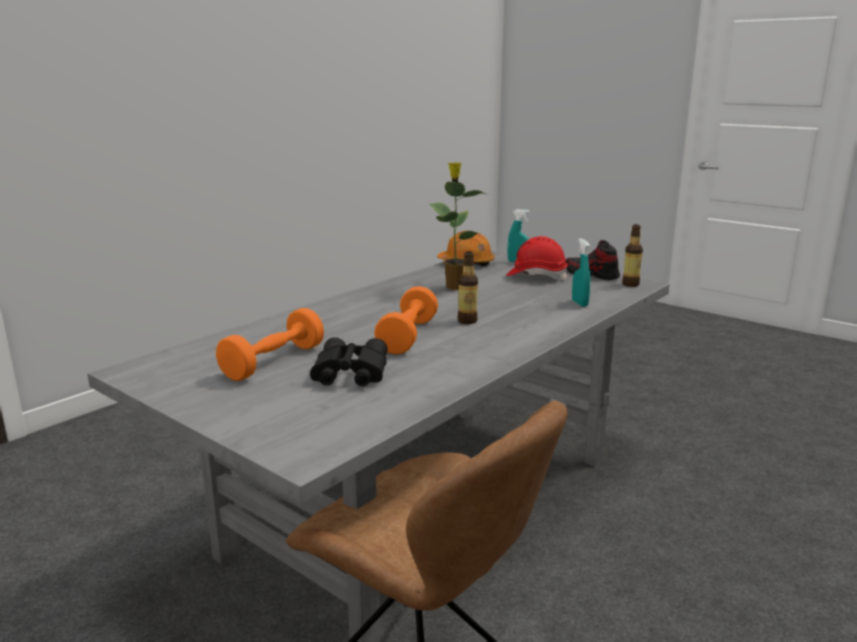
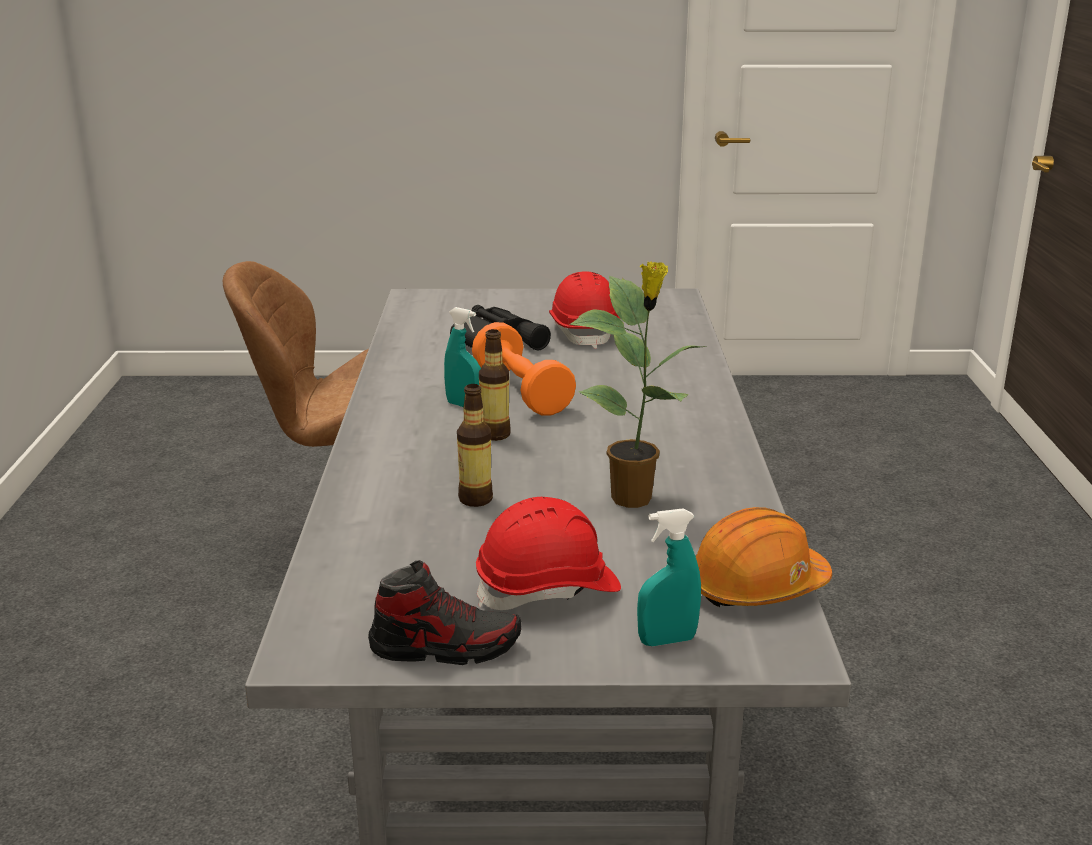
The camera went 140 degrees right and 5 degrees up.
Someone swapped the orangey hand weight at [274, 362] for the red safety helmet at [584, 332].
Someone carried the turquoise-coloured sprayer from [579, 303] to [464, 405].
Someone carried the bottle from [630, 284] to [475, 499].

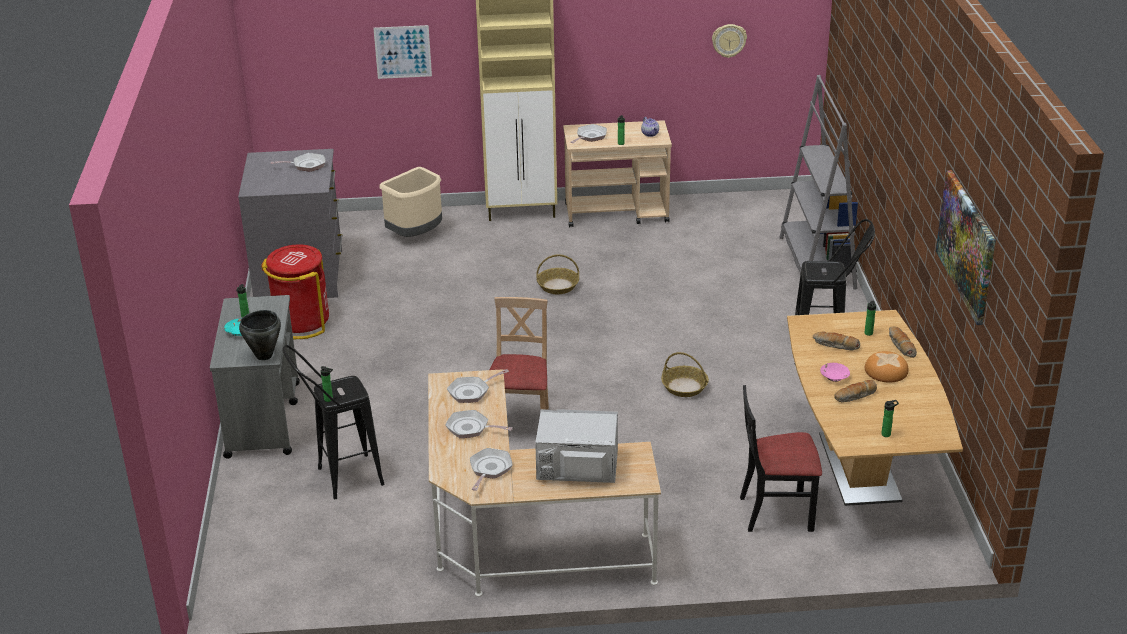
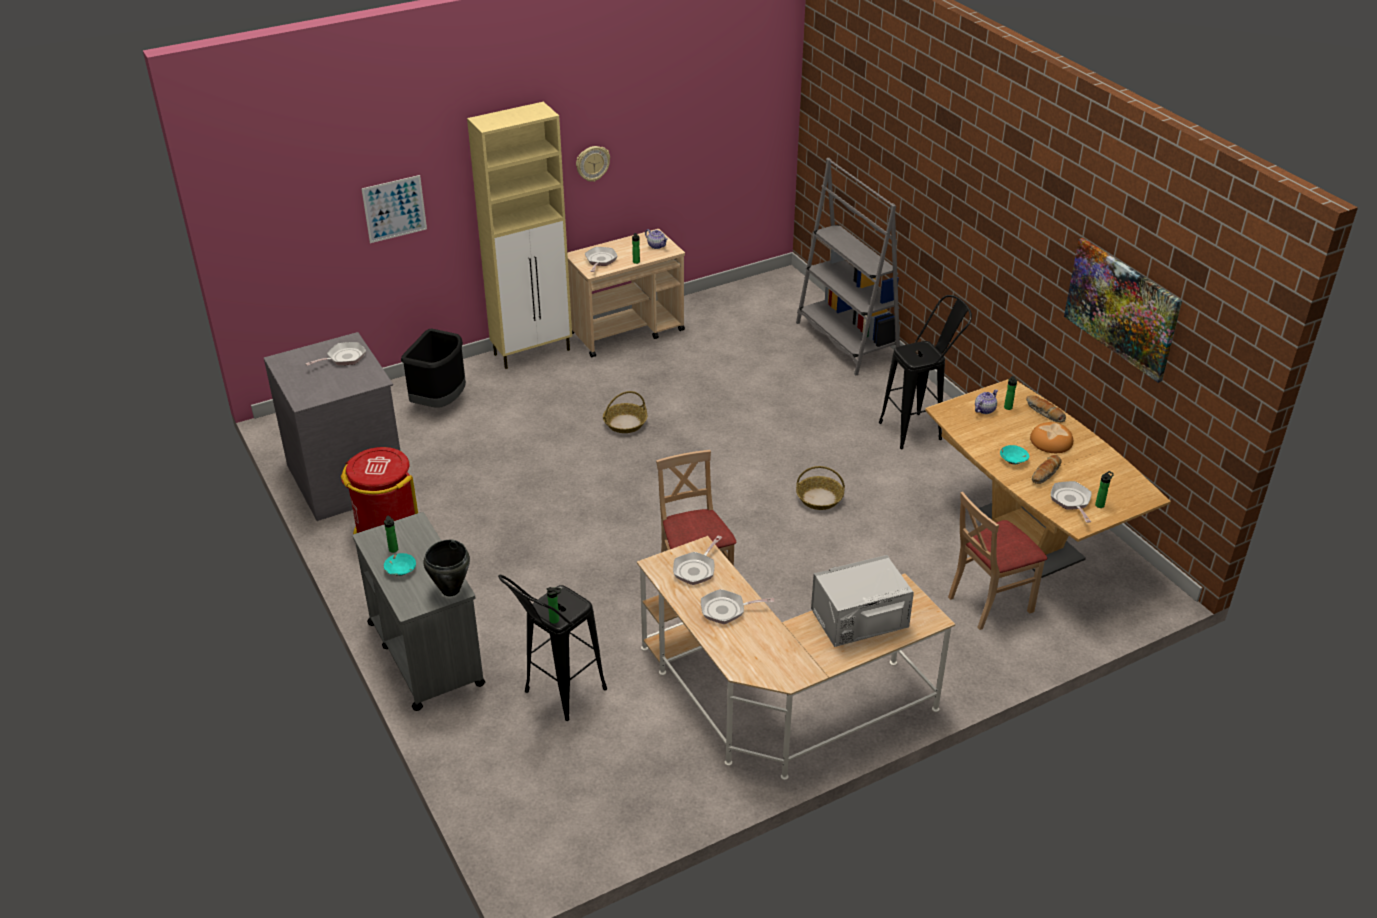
The camera went 25 degrees left and 5 degrees up.
Someone repainted the beige trash can at [416, 235], which became the black trash can at [440, 402].
Someone carried the skillet from [489, 469] to [1071, 501].
Someone carried the clock on the wall from [729, 40] to [592, 163].
Someone repainted the black plain chair at [776, 512], which became the beige plain chair at [989, 602].
Someone took away the bakery bread at [835, 345].
Someone repainted the pink-coloured deep dish at [834, 377], which became the turquoise-coloured deep dish at [1013, 459].
Someone put down the pot for tea at [984, 409].

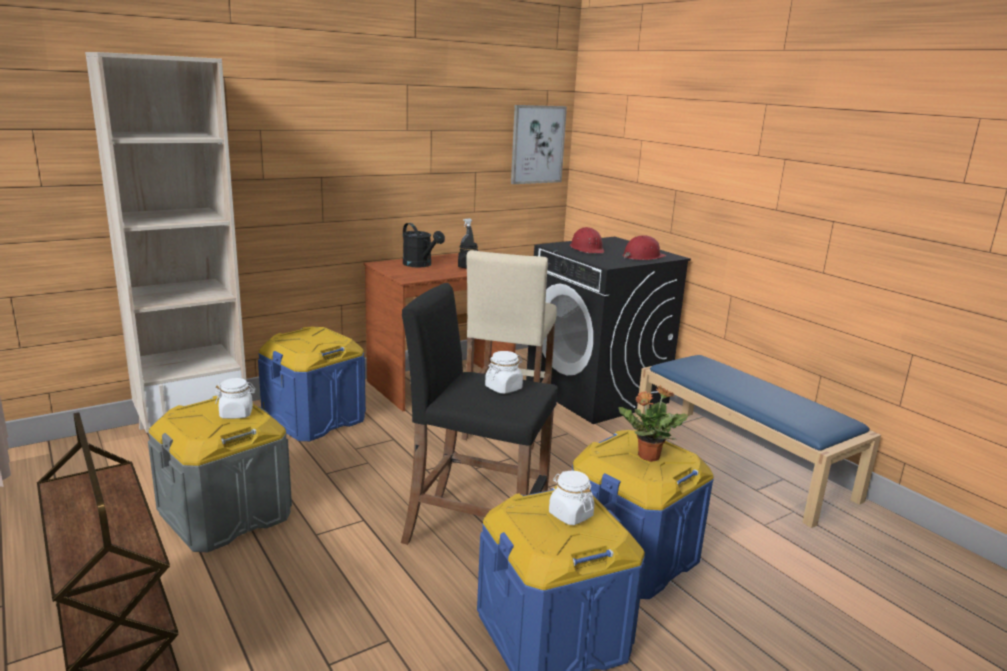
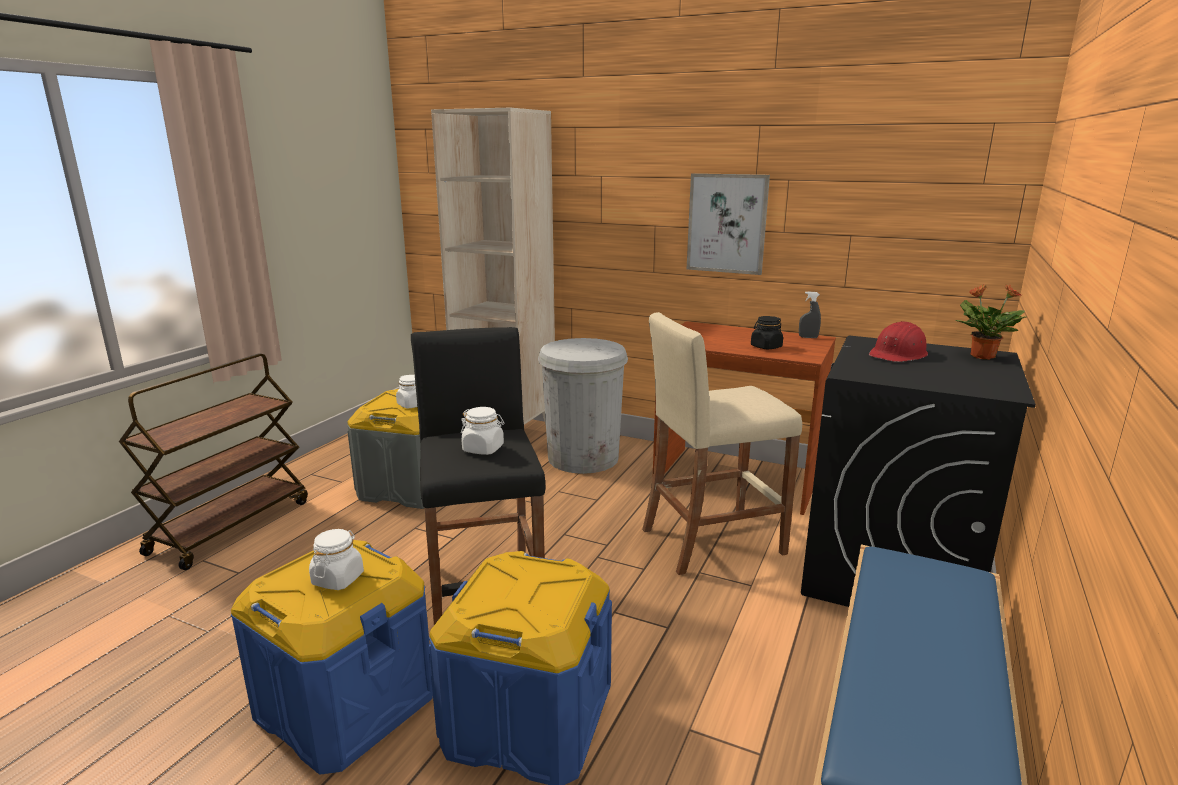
The camera went 60 degrees right and 0 degrees up.
Someone swapped the blue-coloured storage bin at [314, 419] for the whitish trash can at [583, 458].
Someone took away the black watering pot at [420, 265].
Someone carried the picture from [537, 144] to [727, 223].
Someone carried the potted plant from [647, 456] to [981, 356].
Someone took away the red safety helmet at [643, 257].

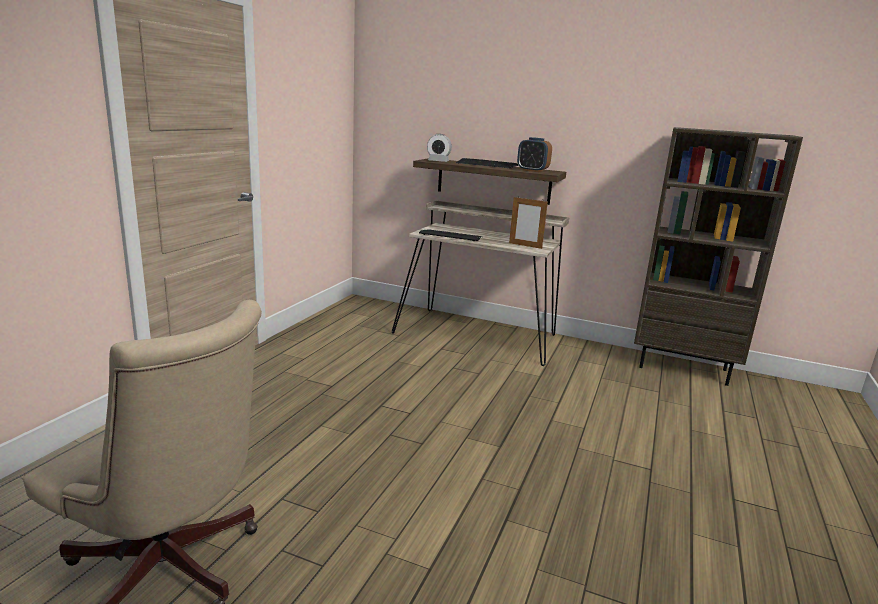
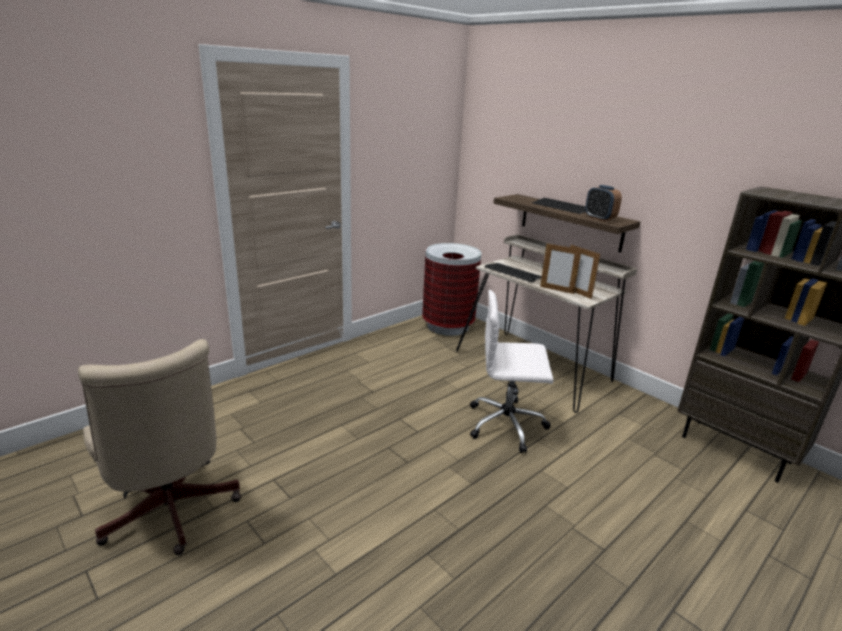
The camera went 25 degrees right and 5 degrees up.
Someone took away the table clock at [438, 161].
Someone put down the trash can at [448, 326].
Someone put down the whitish desk chair at [507, 424].
Someone put down the picture frame at [556, 290].

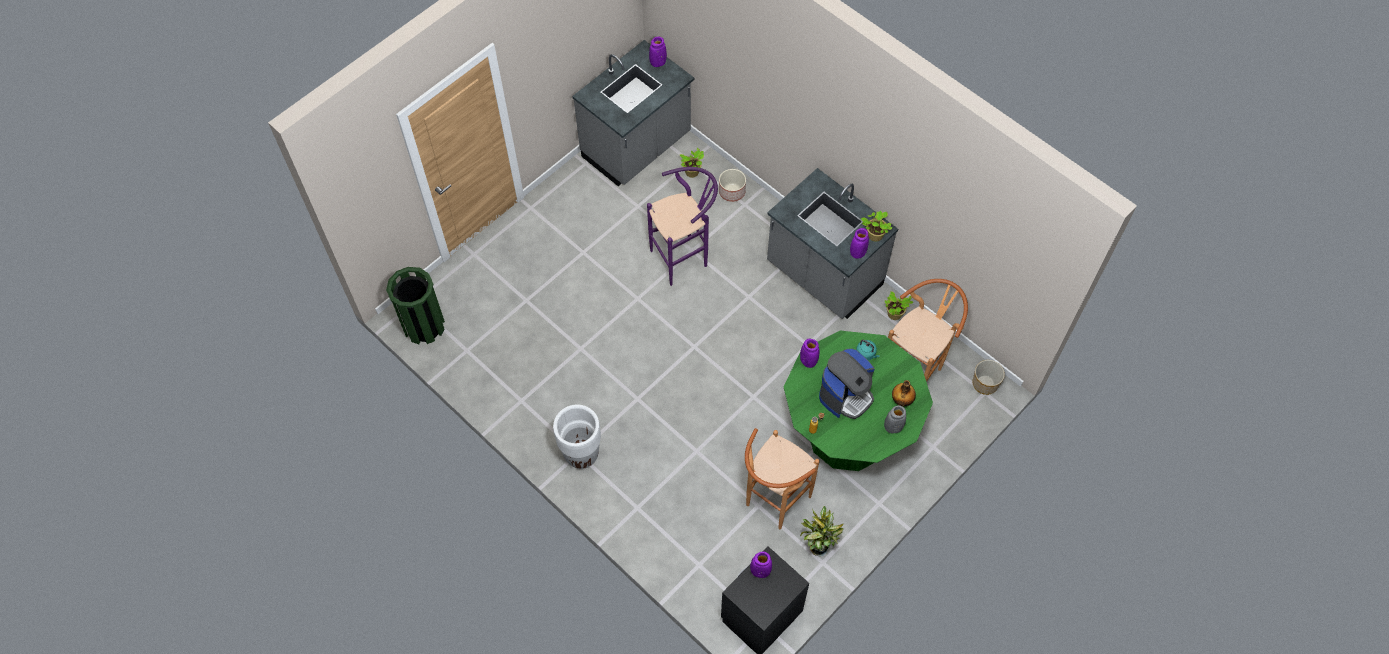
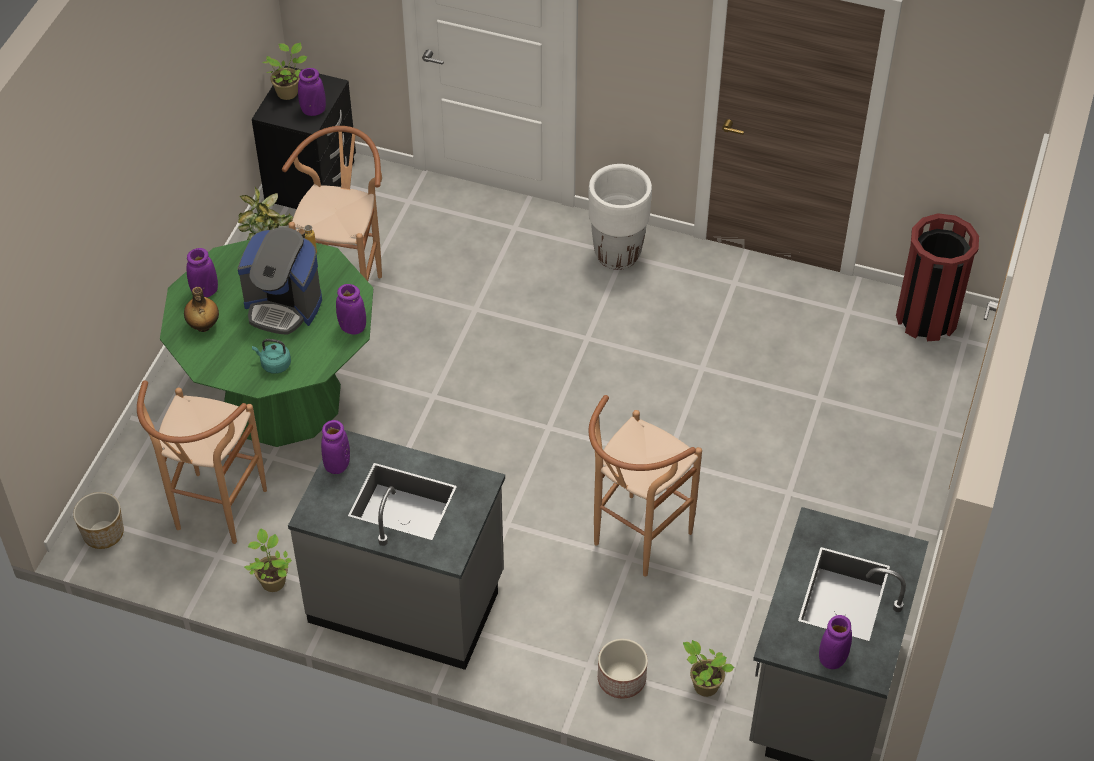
The camera went 155 degrees right and 10 degrees down.
Someone repainted the green-coloured trash can at [424, 326], which became the red trash can at [927, 317].
Someone repainted the purplish stool seat at [684, 257], which became the brown-coloured stool seat at [635, 543].
Someone rotated the coffee machine at [846, 395] by 90 degrees counterclockwise.
Someone carried the potted plant from [874, 236] to [288, 92].
Someone repainted the greyish decorative vase at [893, 427], which became the purplish decorative vase at [205, 291].

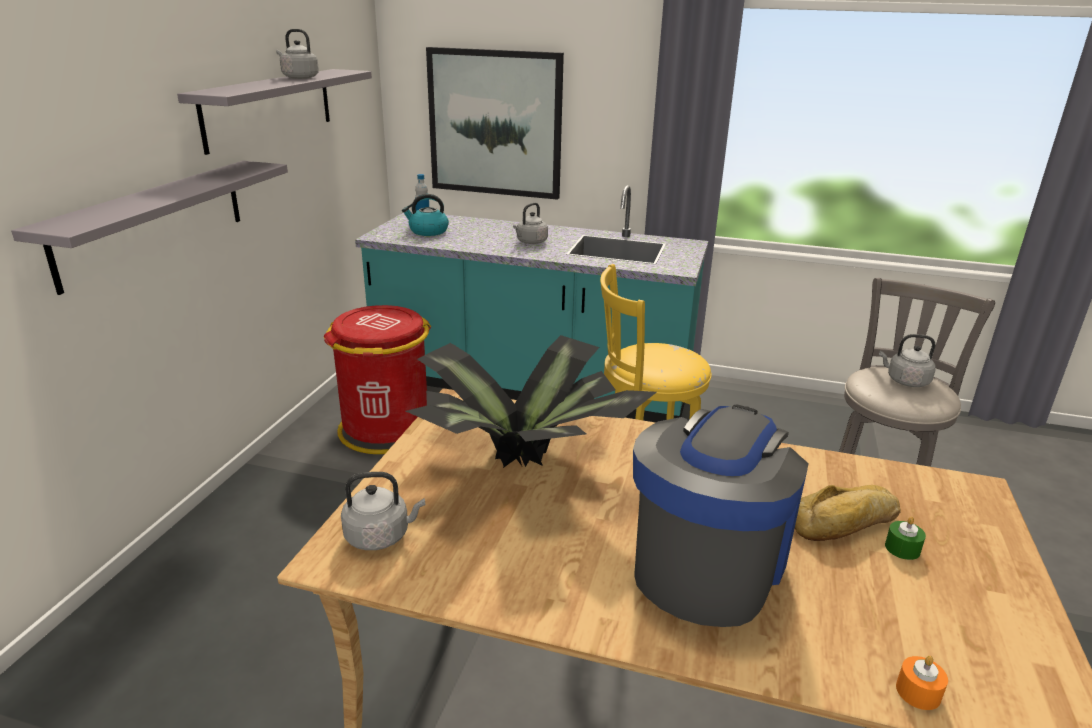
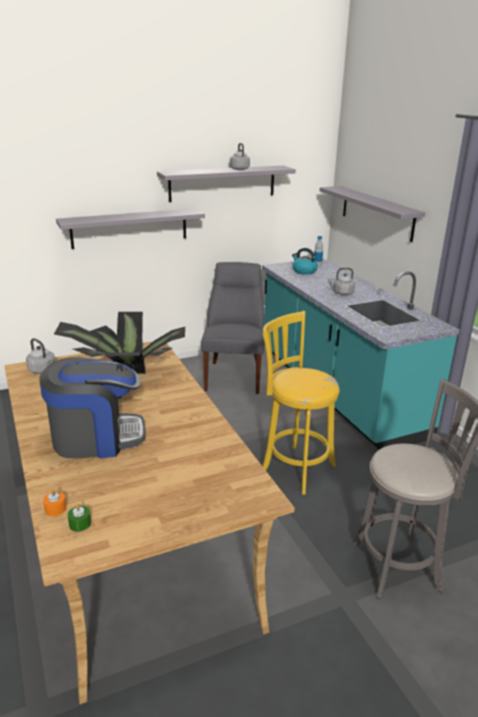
The camera went 50 degrees right and 0 degrees up.
Someone swapped the red trash can at [386, 429] for the greyish plain chair at [234, 375].
Someone swapped the picture at [495, 123] for the greyish shelf at [377, 213].
Someone took away the bakery bread at [846, 523].
Someone took away the greyish tea kettle at [905, 381].
Someone carried the green-coloured wax candle from [902, 548] to [80, 524].

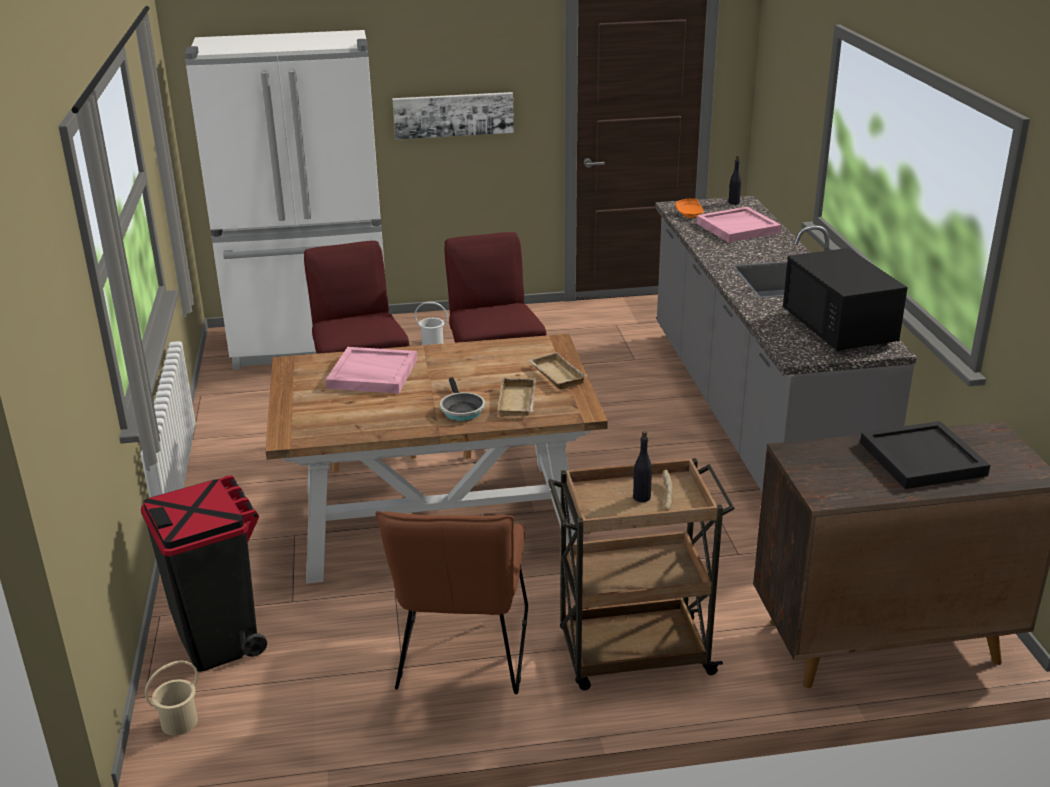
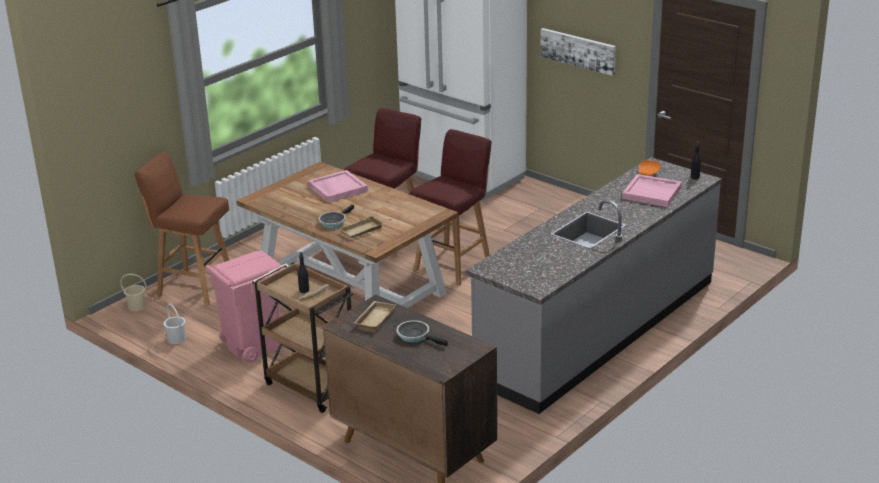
The camera went 50 degrees right and 0 degrees up.
Someone swapped the black trash can at [219, 639] for the brown-coloured stool seat at [194, 286].
Someone swapped the brown-coloured plain chair at [462, 656] for the pink-coloured trash can at [254, 345].
Someone carried the whitish pail from [432, 344] to [176, 339].
Someone carried the beige carrying tray from [555, 375] to [374, 318].
Someone took away the black kitchen microwave at [839, 329].
Someone swapped the black carrying tray at [921, 458] for the skillet at [416, 336].

